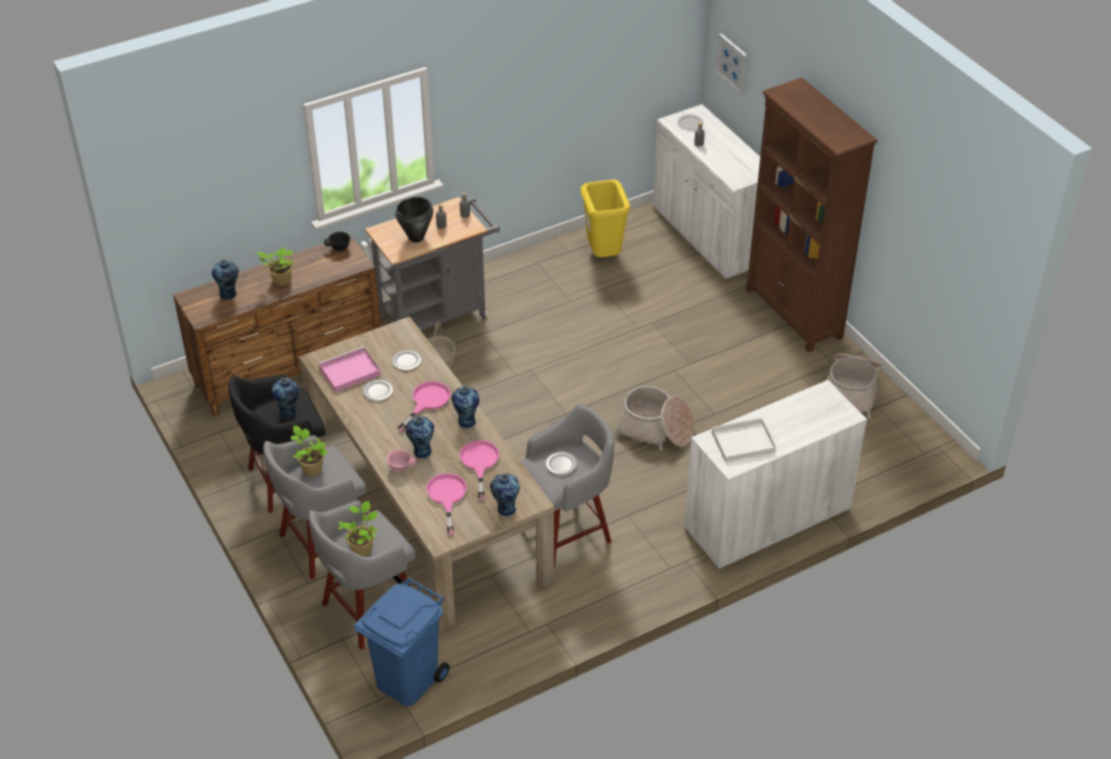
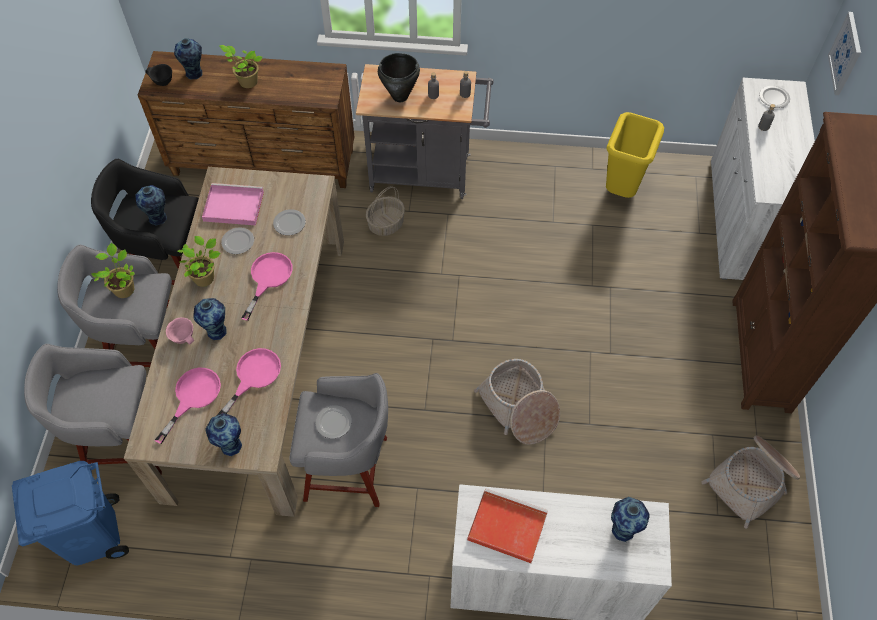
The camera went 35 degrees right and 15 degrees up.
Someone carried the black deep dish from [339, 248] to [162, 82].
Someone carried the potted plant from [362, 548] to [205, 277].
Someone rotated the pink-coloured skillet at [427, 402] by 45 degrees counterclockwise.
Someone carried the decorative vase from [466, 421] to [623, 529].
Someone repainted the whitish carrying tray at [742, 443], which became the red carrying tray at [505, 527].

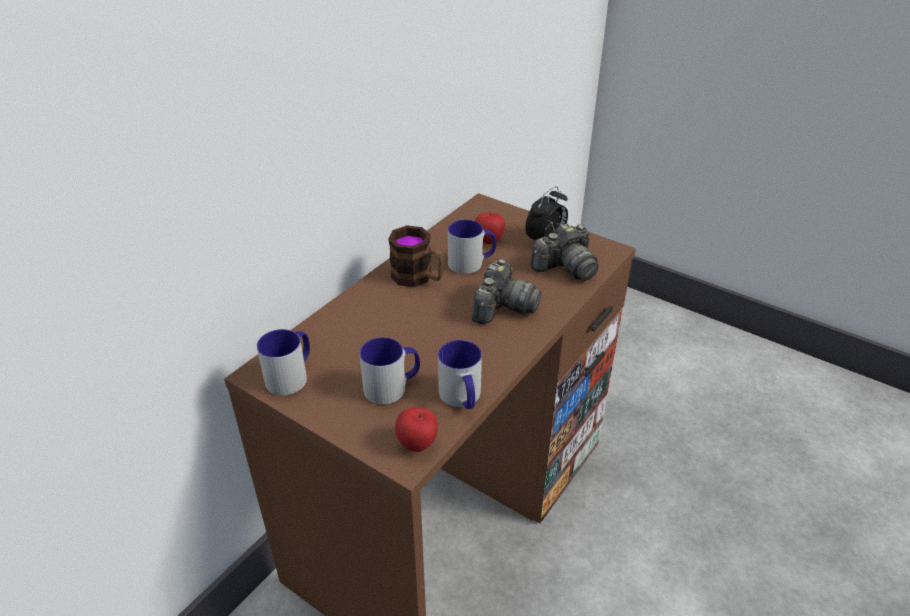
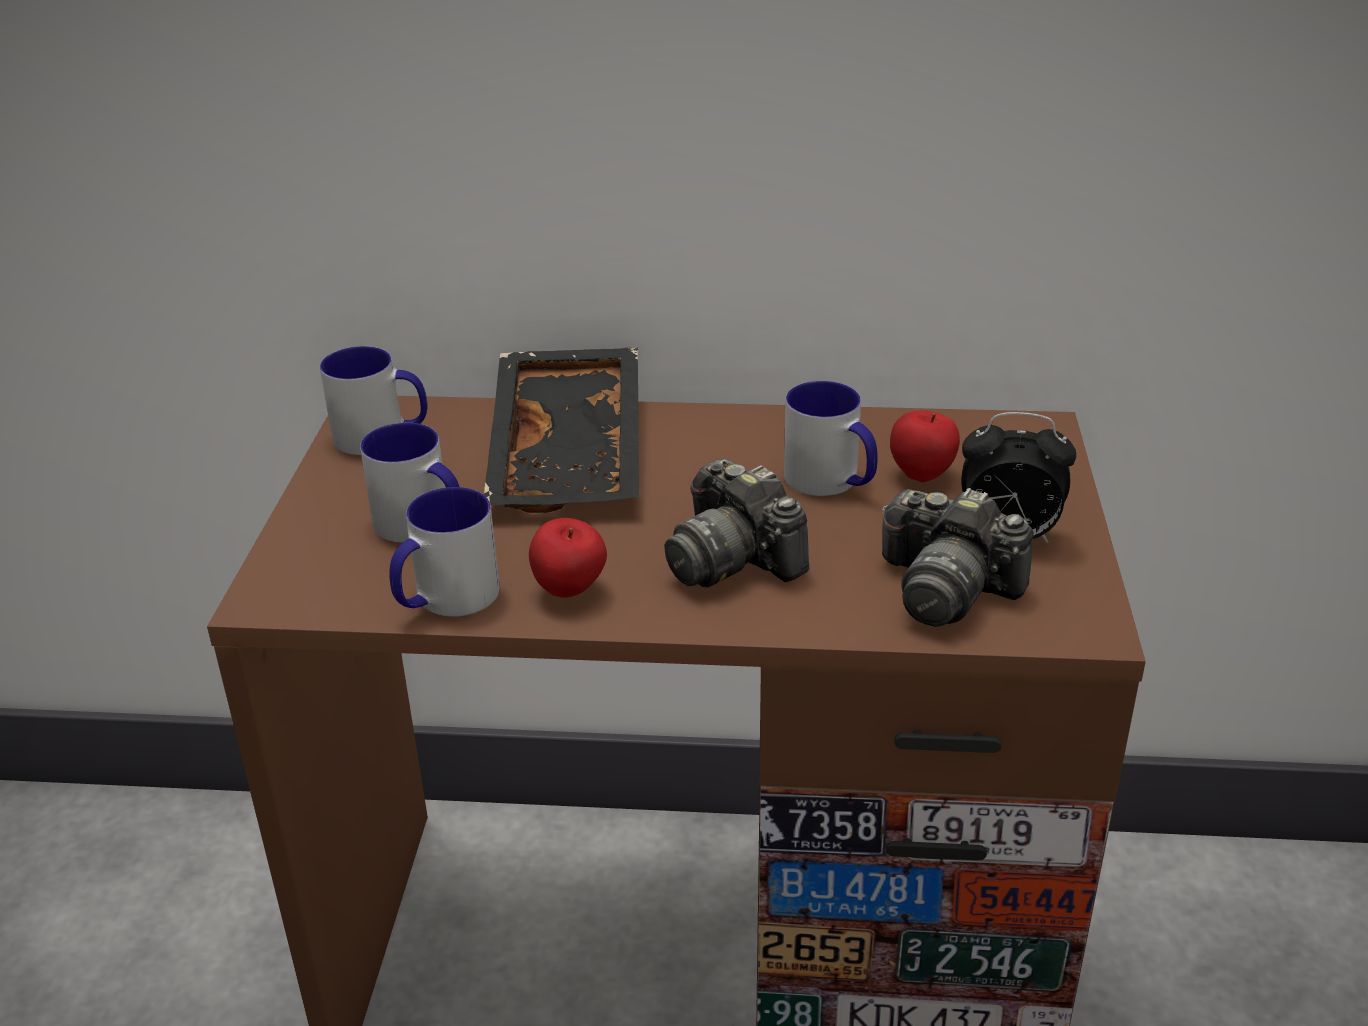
The camera went 60 degrees right and 5 degrees down.
Someone took away the coffee mug at [418, 278].
Someone carried the whole apple from [418, 444] to [570, 591].
Someone rotated the still camera at [503, 307] by 60 degrees clockwise.
Someone put down the black carrying tray at [573, 454].

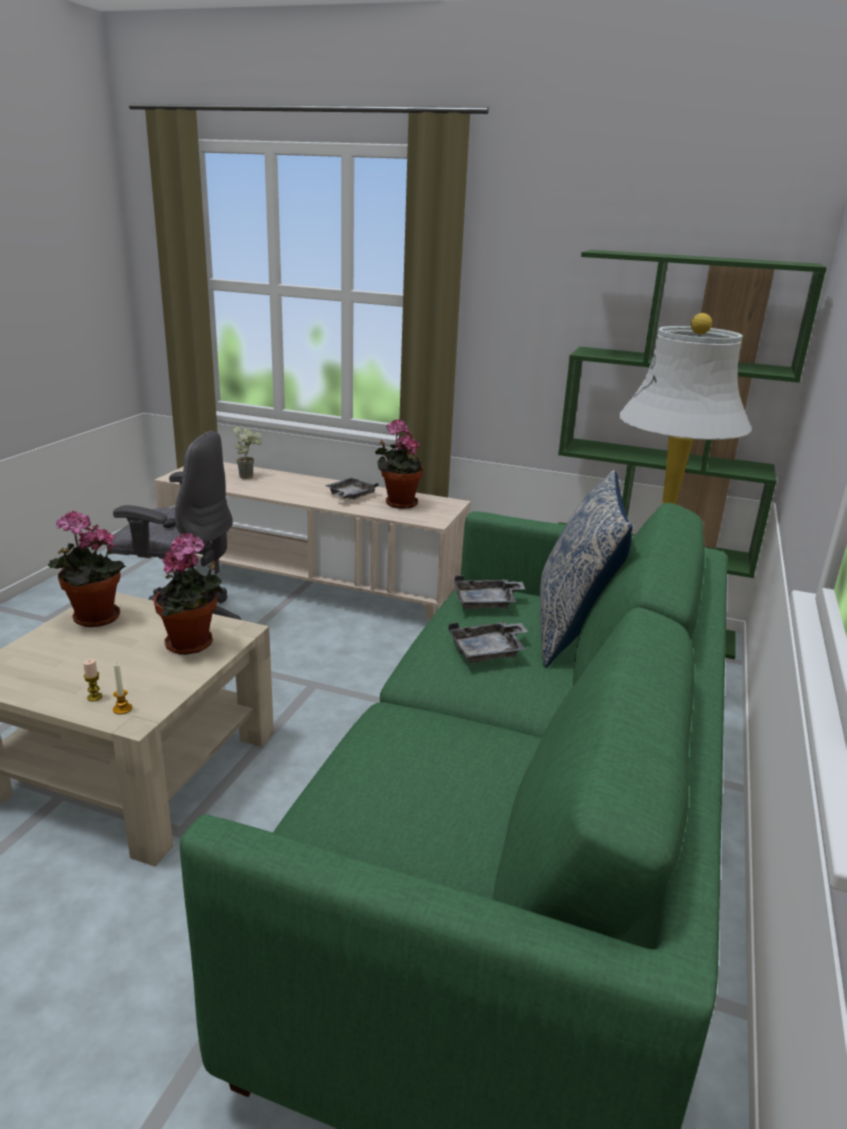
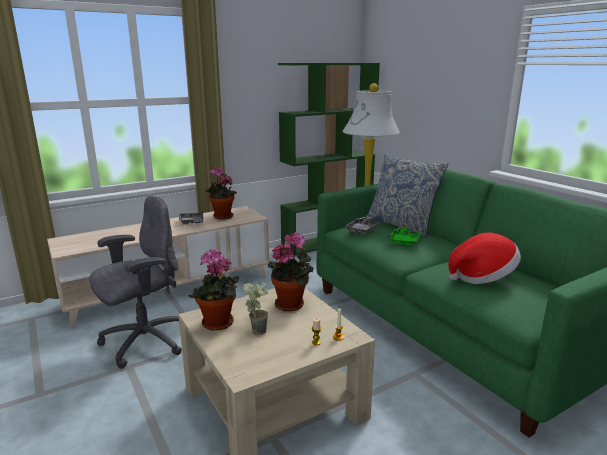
The camera went 50 degrees left and 5 degrees down.
Someone carried the potted plant from [249, 476] to [259, 329].
Someone repainted the greyish carrying tray at [488, 651], which became the green-coloured carrying tray at [404, 241].
Someone put down the clothing hat at [482, 277].

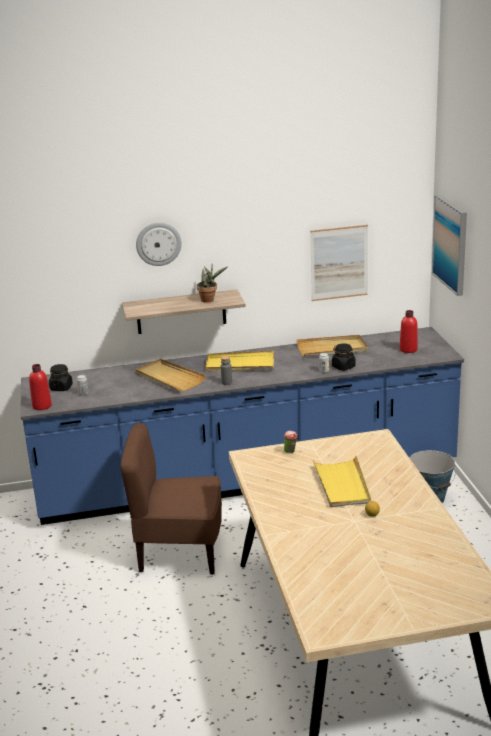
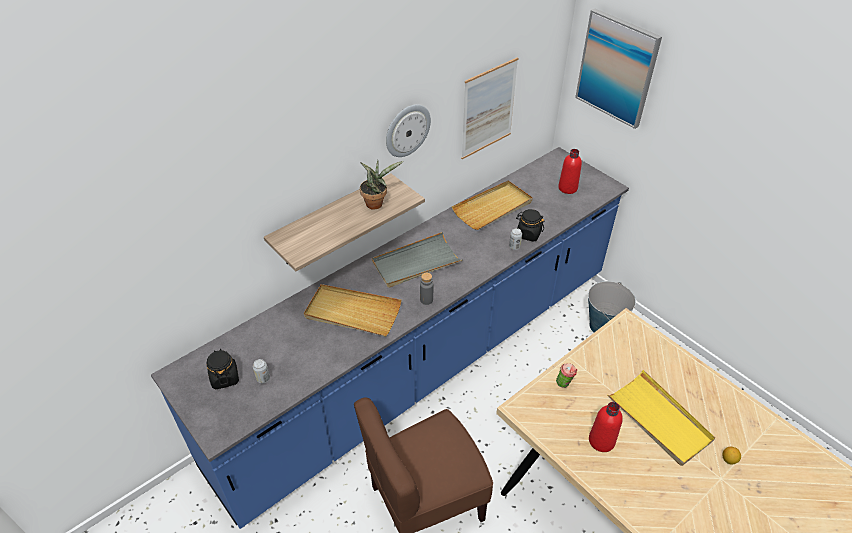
The camera went 30 degrees left and 20 degrees up.
Someone carried the red bottle from [42, 406] to [601, 441].
Someone carried the clock on the wall from [158, 243] to [407, 130].
Someone repainted the yellow carrying tray at [240, 364], which became the greyish carrying tray at [416, 263].

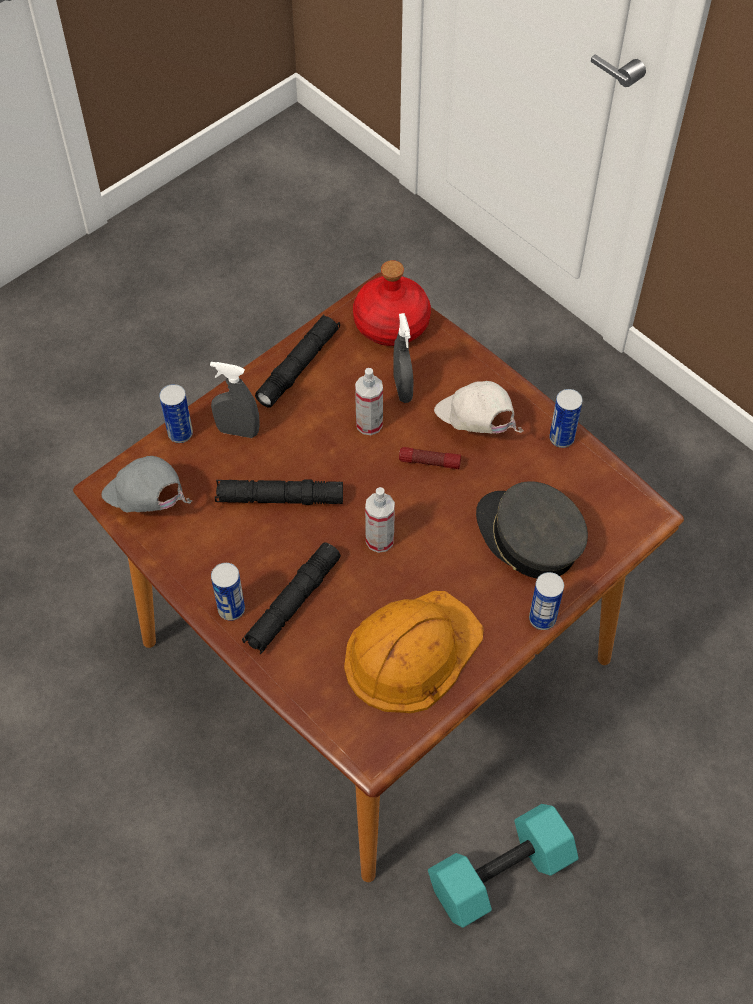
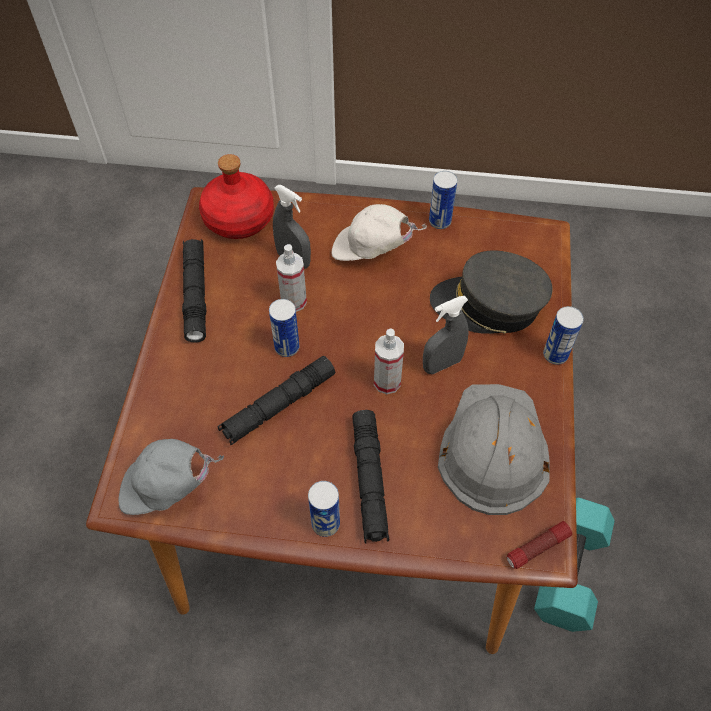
The camera went 40 degrees left and 0 degrees up.
Someone carried the sealed can from [180, 433] to [287, 347].
Someone carried the greyish sprayer from [238, 431] to [442, 364].
Someone repainted the orangey safety helmet at [411, 651], which became the greyish safety helmet at [493, 448].
Someone carried the flashlight from [429, 462] to [537, 548].

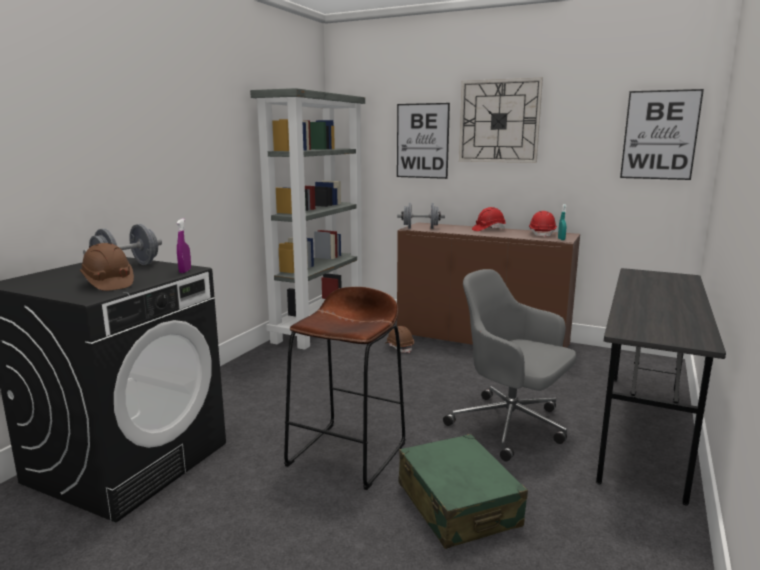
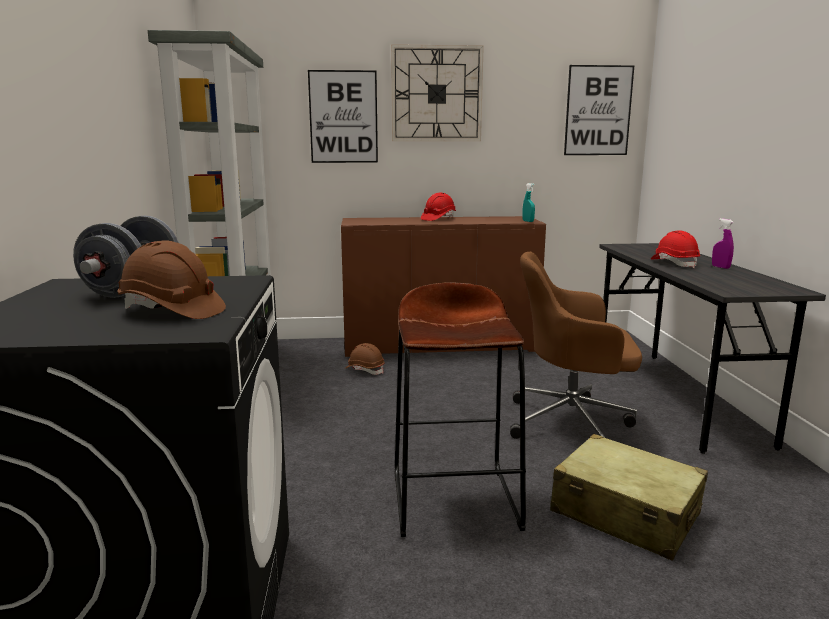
The camera went 30 degrees left and 0 degrees up.
Someone carried the purplish sprayer from [185, 271] to [720, 267].
Someone took away the greyish hand weight at [420, 228].
Someone repainted the green-coloured piece of luggage at [458, 505], which became the beige piece of luggage at [625, 513].
Someone repainted the greyish desk chair at [511, 426], which became the brown-coloured desk chair at [572, 422].
Someone carried the red safety helmet from [542, 234] to [674, 263].

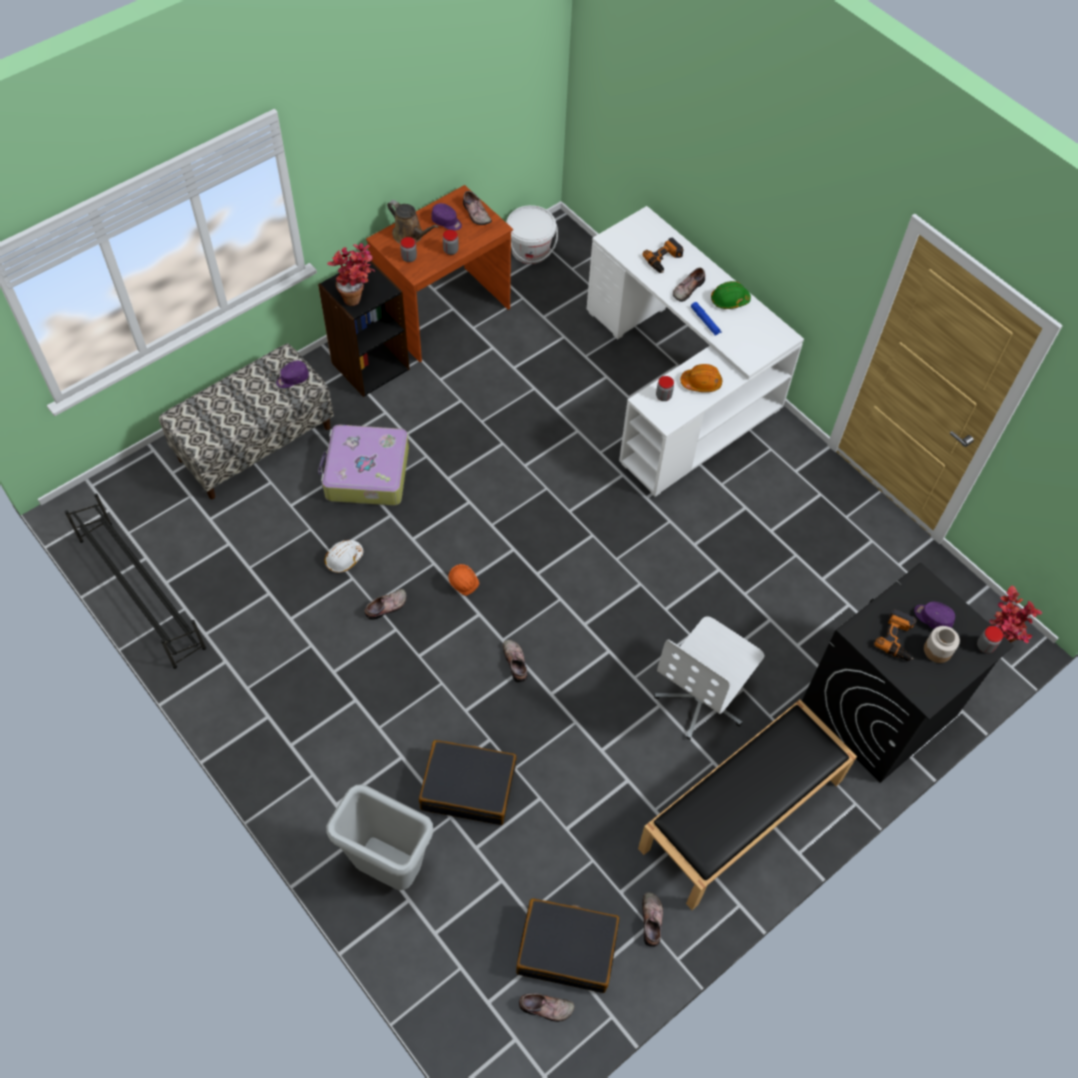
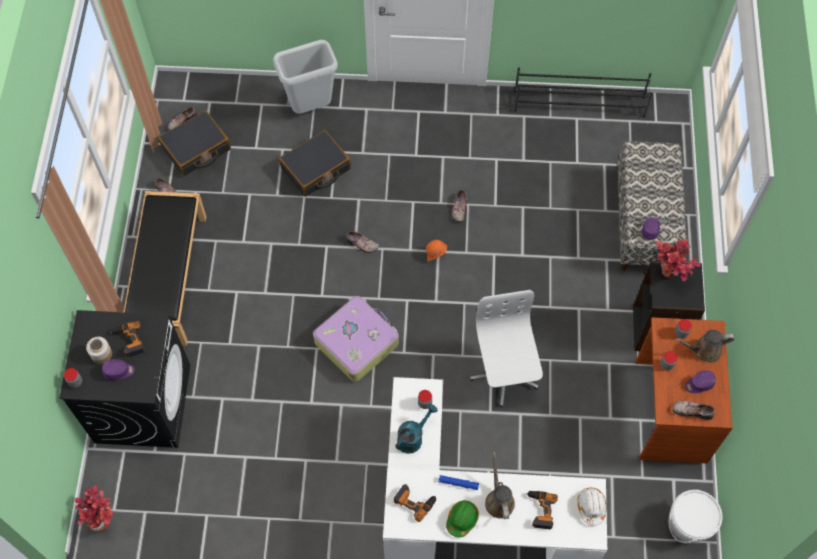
The camera went 135 degrees right and 5 degrees up.
Someone carried the piece of luggage from [366, 473] to [357, 342].
Someone carried the whitish safety helmet from [344, 559] to [591, 507].
Someone carried the whitish desk chair from [701, 699] to [504, 374].
Someone swapped the low shoe at [687, 288] for the brown-coloured watering pot at [499, 500].
Someone swapped the orangey safety helmet at [701, 383] for the turquoise-coloured watering pot at [413, 437].
Someone put down the electric drill at [415, 501].

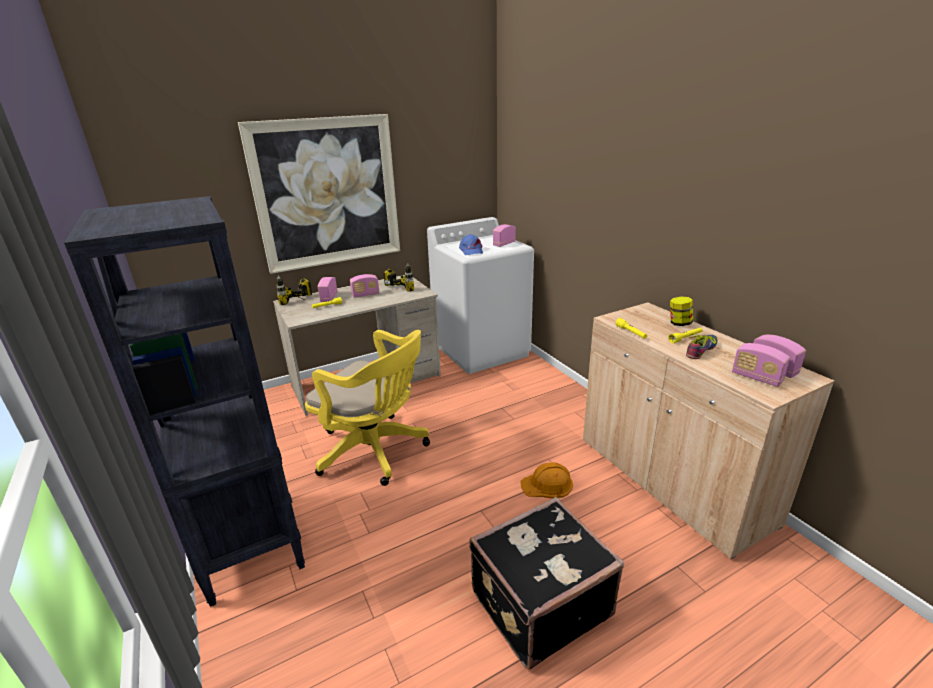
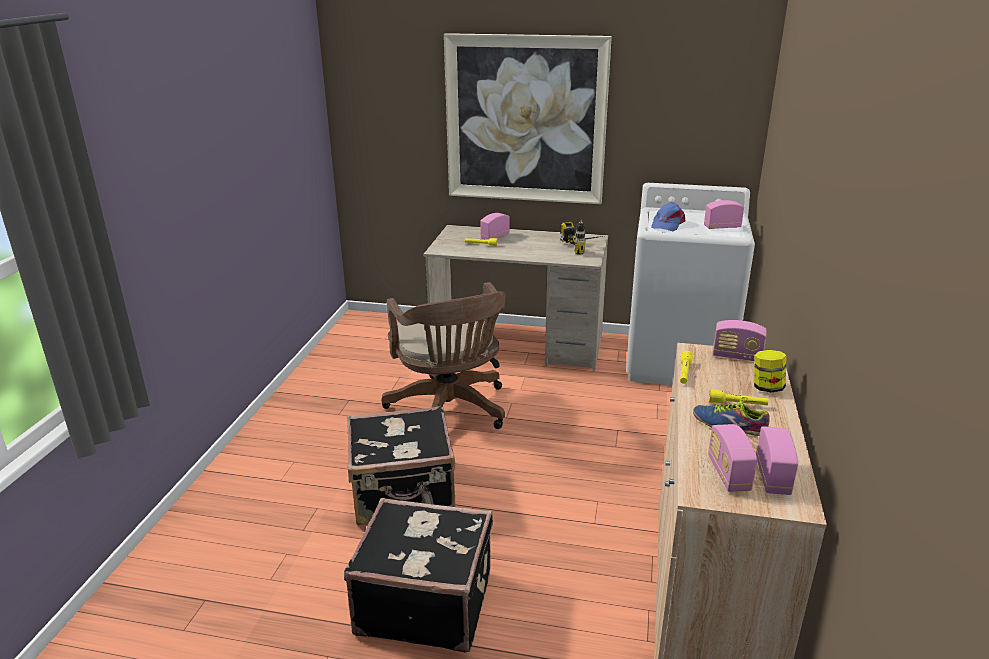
The camera went 40 degrees right and 0 degrees up.
Someone took away the black bookcase at [250, 544].
Someone took away the electric drill at [301, 303].
Someone repainted the yellow desk chair at [376, 451], which became the brown-coloured desk chair at [450, 411].
Someone carried the radio receiver from [365, 295] to [737, 356].
Someone took away the orangey safety helmet at [547, 485].
Someone rotated the low shoe at [703, 350] by 150 degrees counterclockwise.
Someone put down the black piece of luggage at [404, 494].

